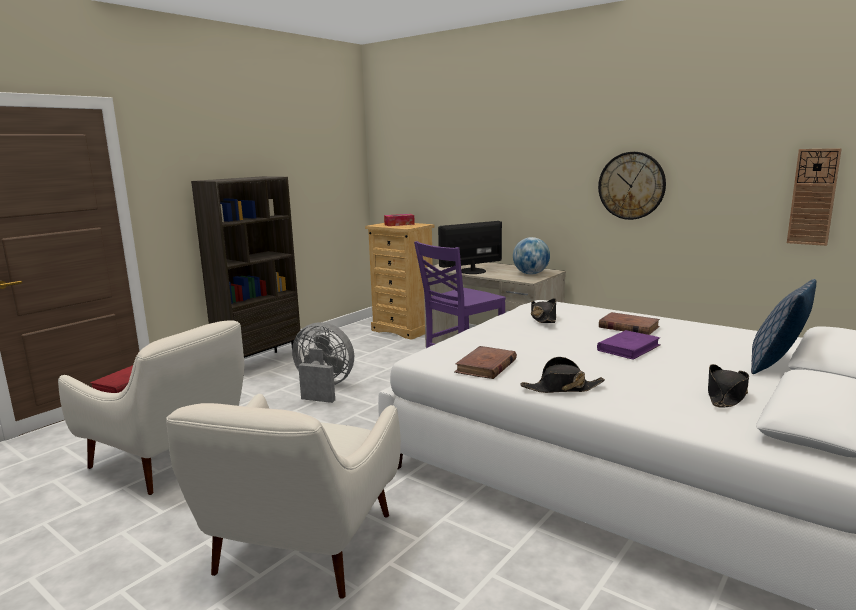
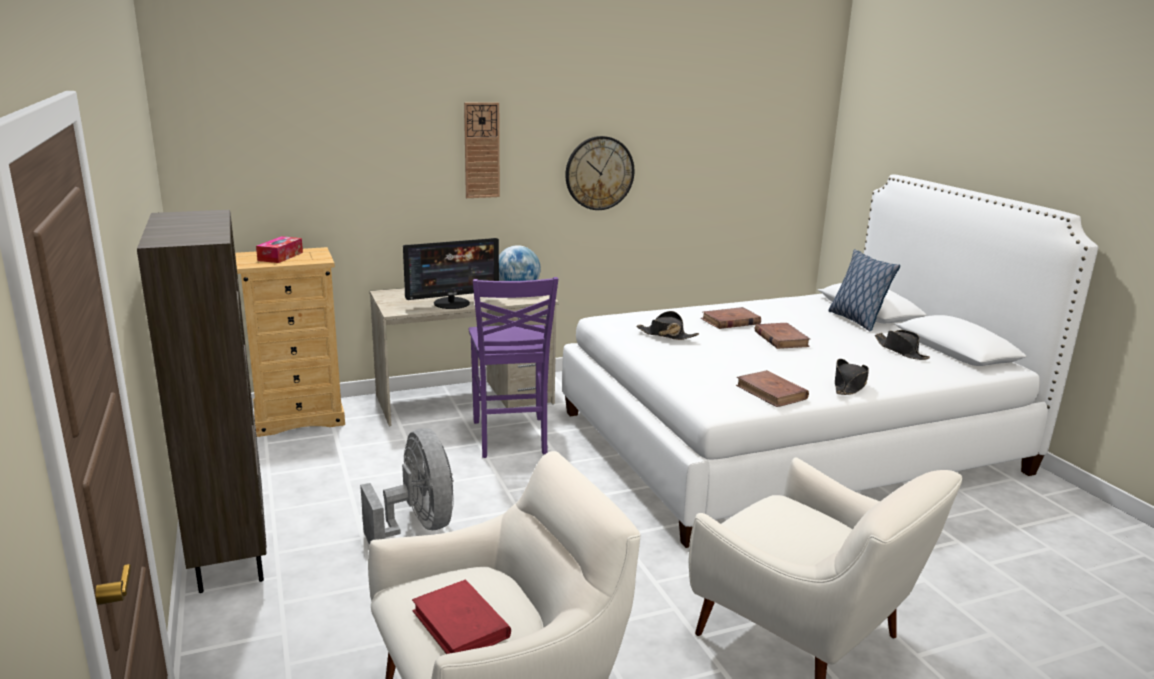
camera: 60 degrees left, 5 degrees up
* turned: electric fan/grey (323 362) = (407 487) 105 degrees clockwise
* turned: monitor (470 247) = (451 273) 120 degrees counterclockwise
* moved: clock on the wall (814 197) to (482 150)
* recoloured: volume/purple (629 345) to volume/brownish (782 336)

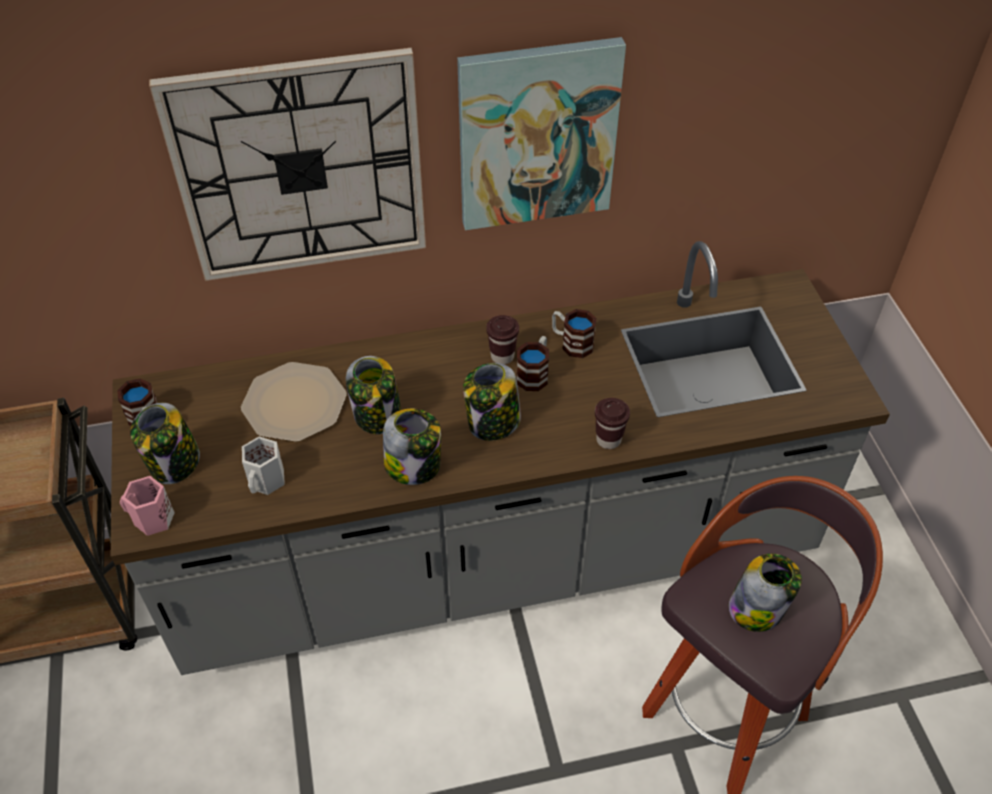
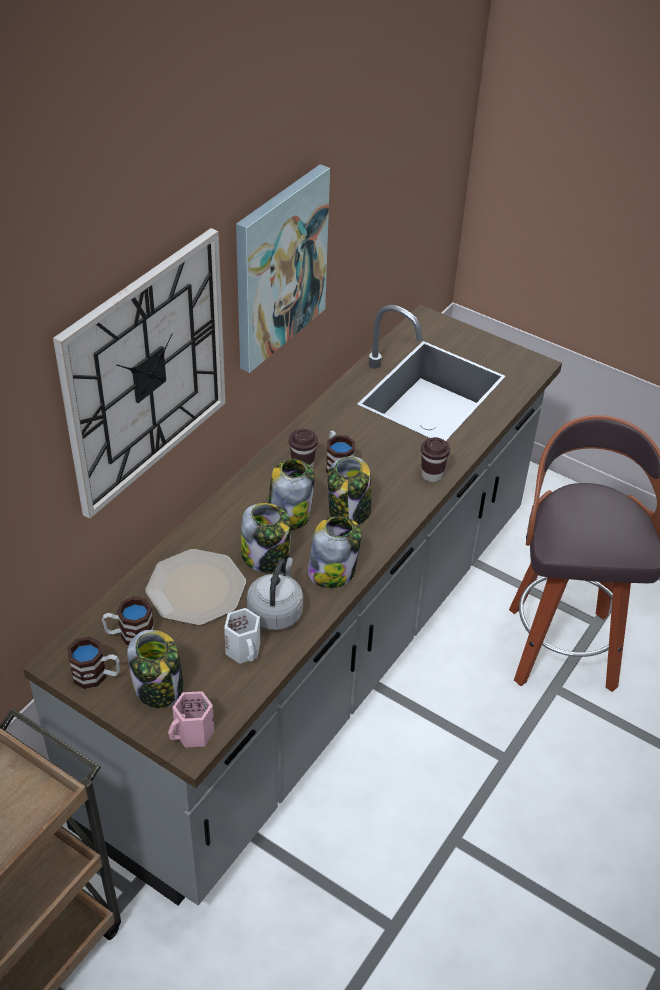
camera: 45 degrees left, 5 degrees down
* moved: mug (574 333) to (128 620)
* added: kettle/grey (275 593)
* moved: preserve jar (765 593) to (291 494)

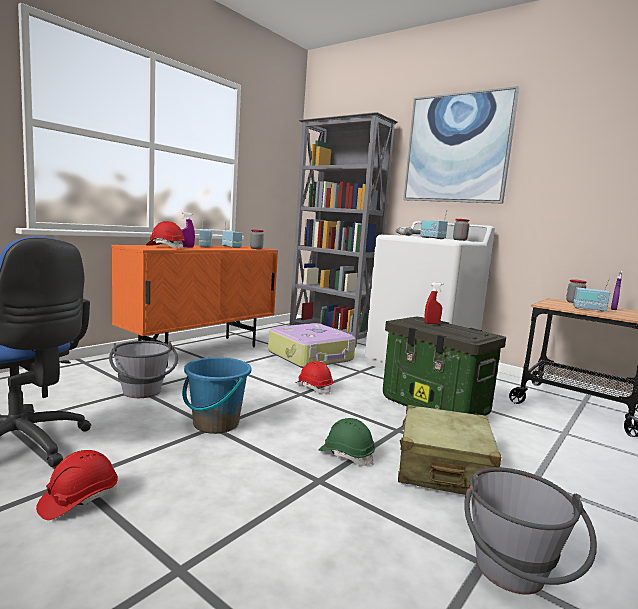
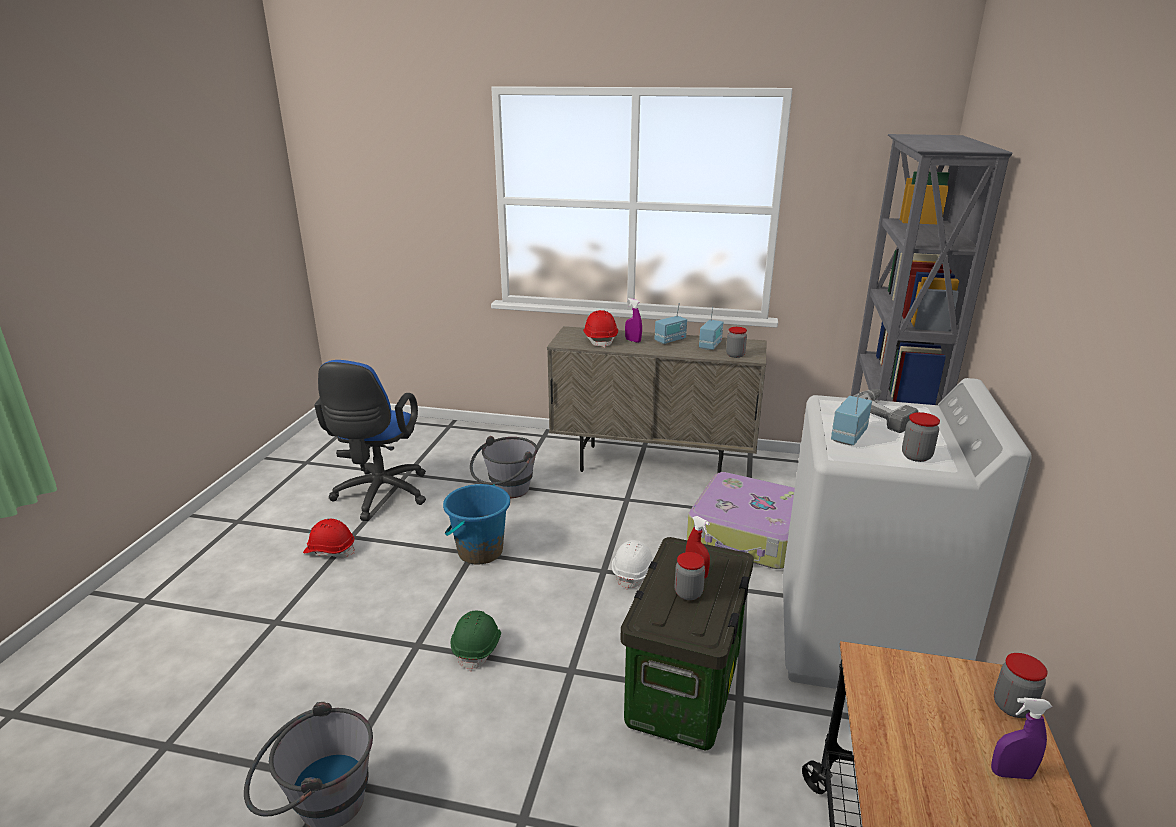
camera: 65 degrees right, 15 degrees up
* recoloured: cupboard/orange-coloured (194 306) to cupboard/beige (656 399)
* recoloured: safety helmet/red-coloured (314 377) to safety helmet/white (632 565)
* added: preserve jar (690 576)
* removed: travel case/beige (449 450)
* removed: picture (461 145)
* removed: radio receiver (591 295)

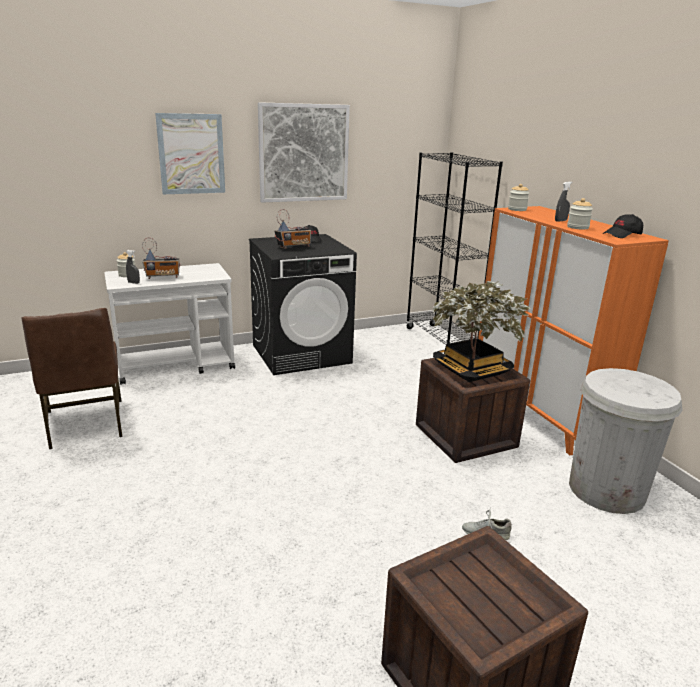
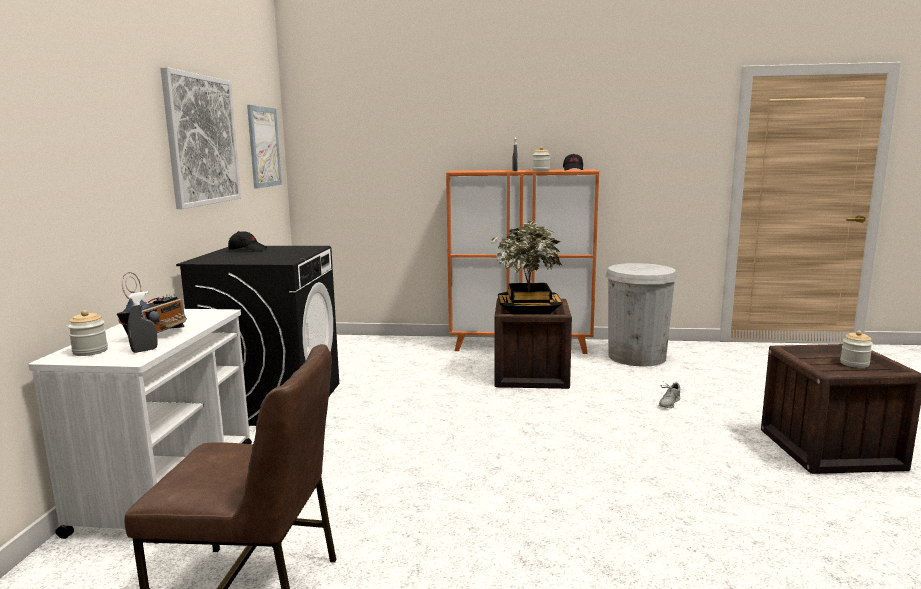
camera: 60 degrees left, 10 degrees down
* moved: picture (190 153) to (264 147)
* moved: preserve jar (518 197) to (856 349)
* removed: radio receiver (292 229)
* removed: bookshelf/black (454 248)

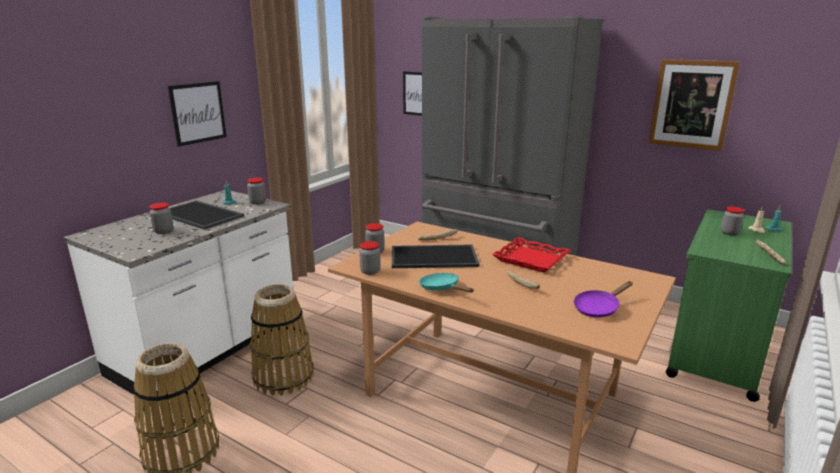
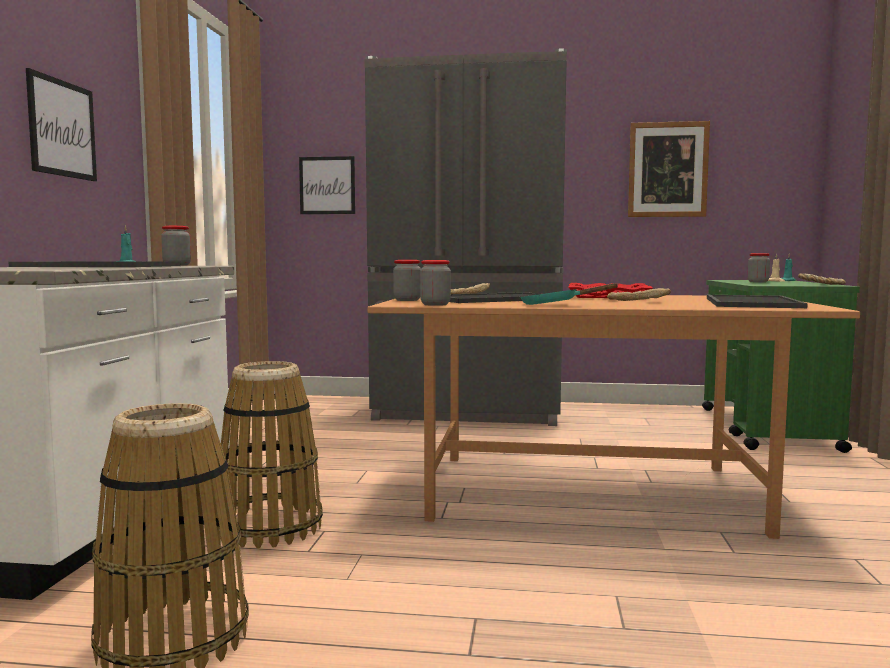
camera: 25 degrees left, 15 degrees down
* replaced: pan/purple (603 299) to tray (757 301)
* removed: preserve jar (161 218)

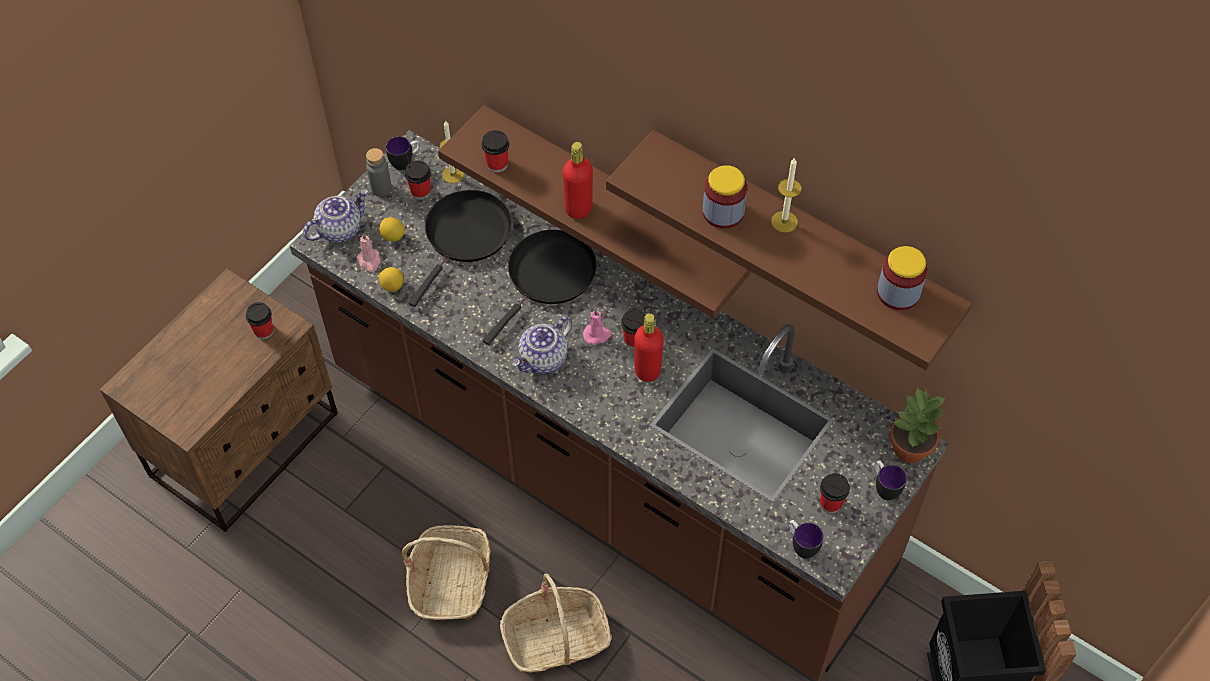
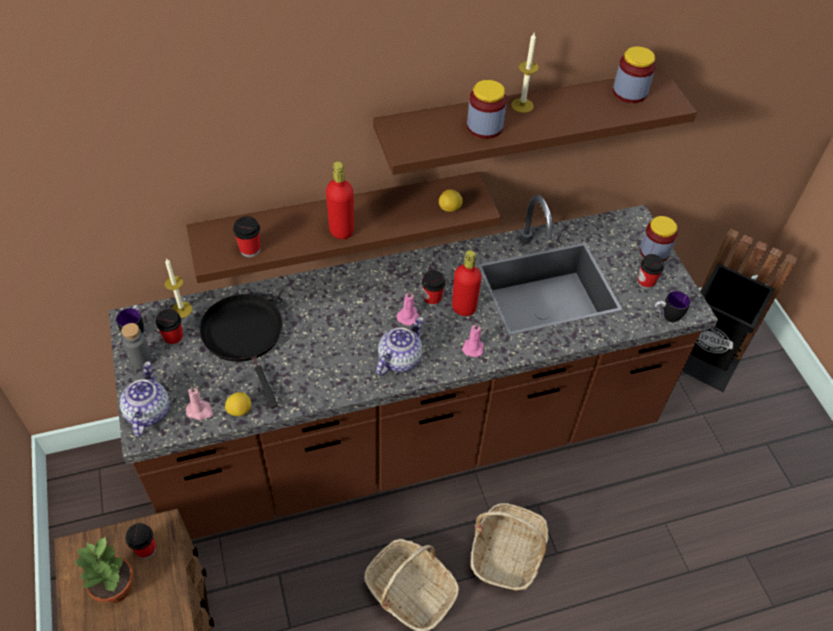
camera: 55 degrees left, 5 degrees down
* moved: potted plant (917 425) to (104 569)
* turned: pot for tea (542 345) = (400 346) 135 degrees counterclockwise
* moved: whole lemon (392 229) to (451 200)
* added: candle/pink-coloured (473 340)
* replaced: mug (891 480) to preserve jar (659 238)
* removed: pan/black (540 287)

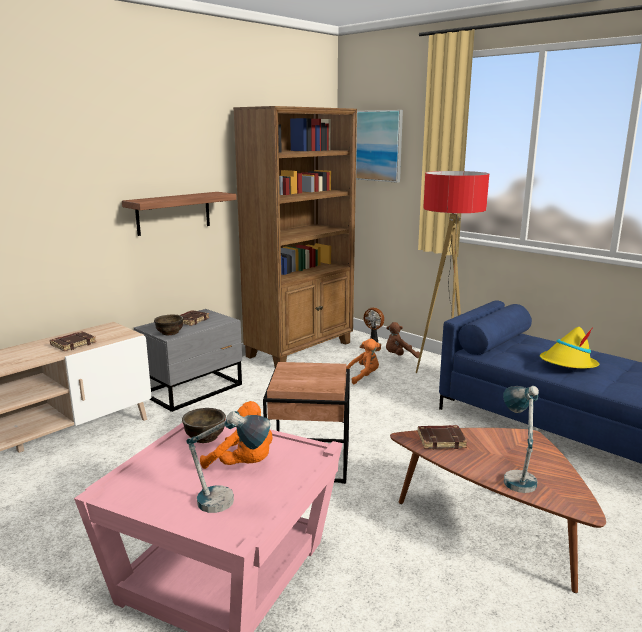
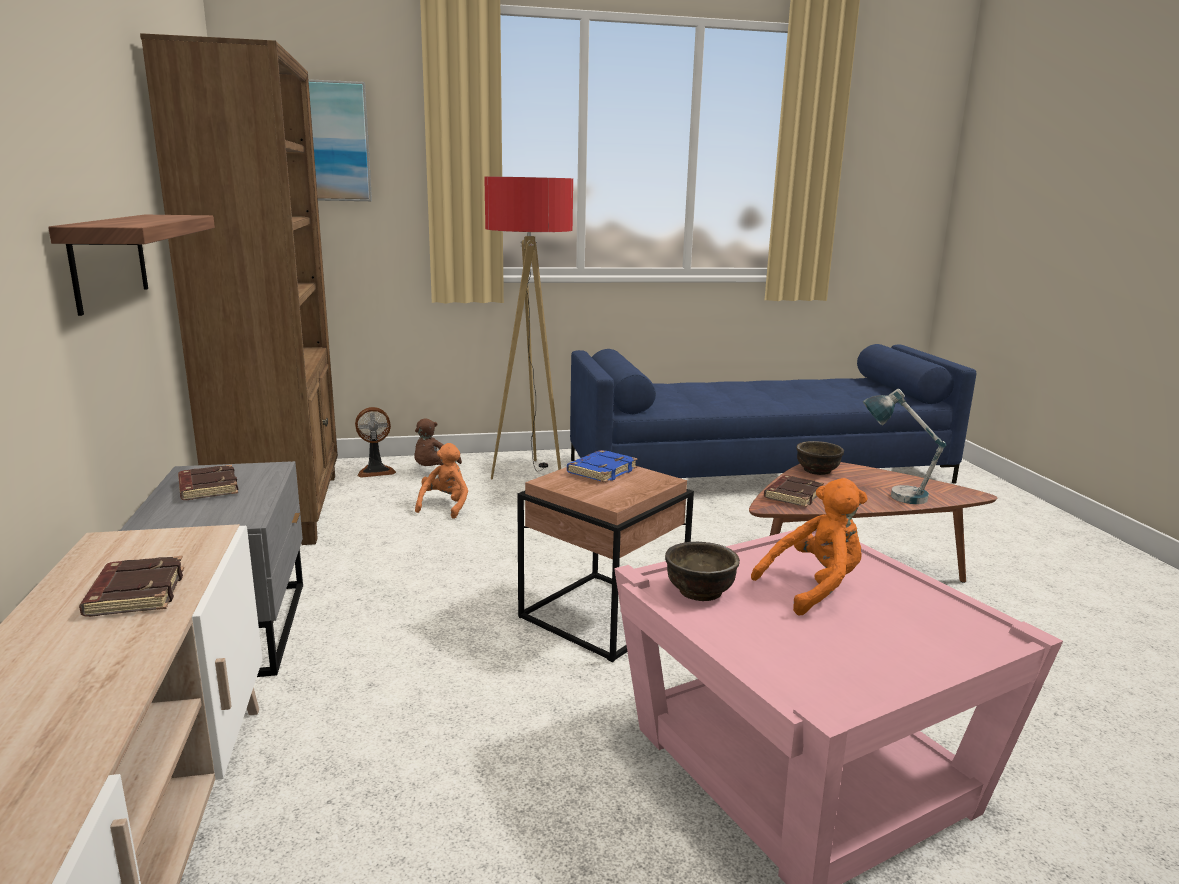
camera: 55 degrees left, 0 degrees up
* added: volume/bluish (602 466)
* moved: serving bowl/brownish (168 325) to (820 458)
* removed: tabletop lamp (228 462)
* removed: clothing hat/yellowish (569 347)

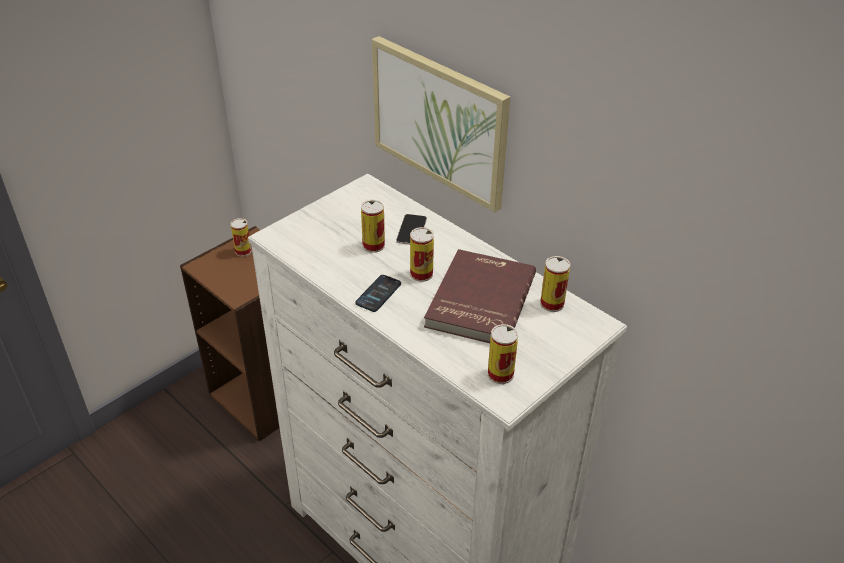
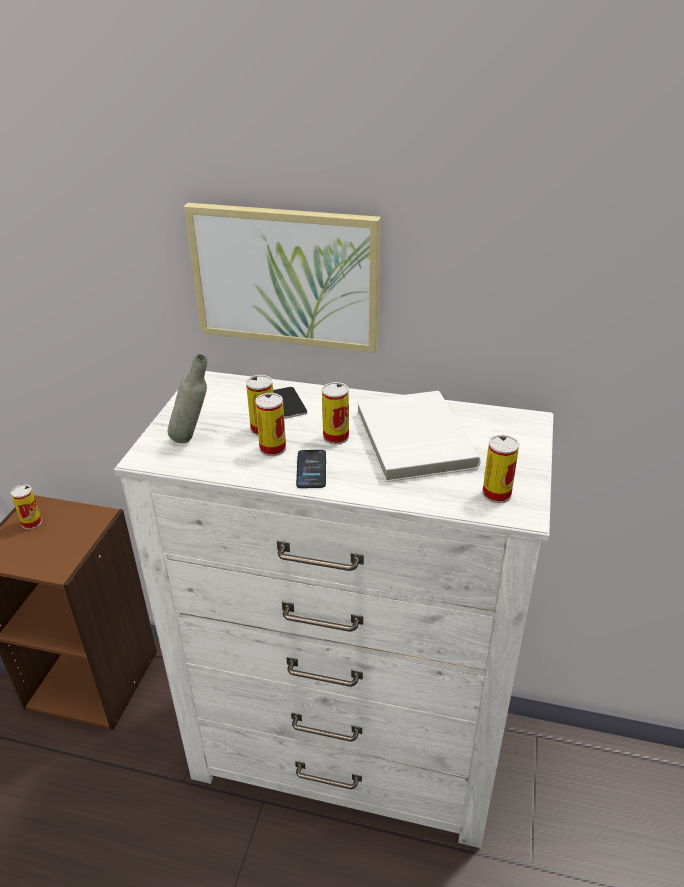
camera: 30 degrees left, 5 degrees down
* added: drink bottle/grey (187 398)
* moved: sealed can (555 284) to (270 424)
* recoloured: volume/red-coloured (480 296) to volume/white (419 436)

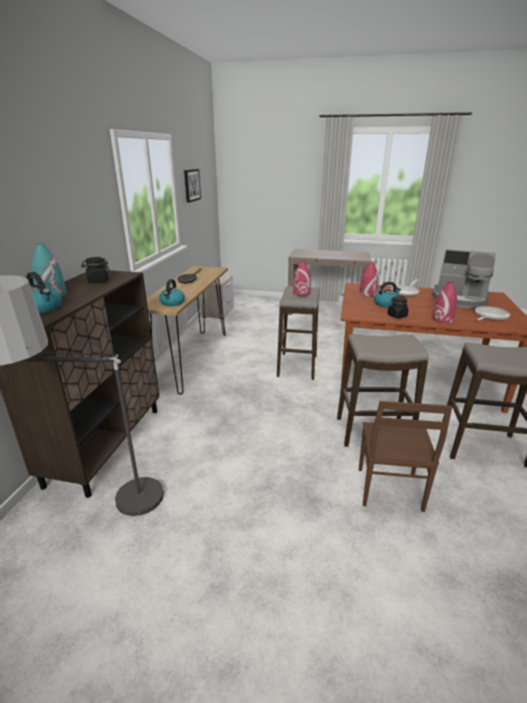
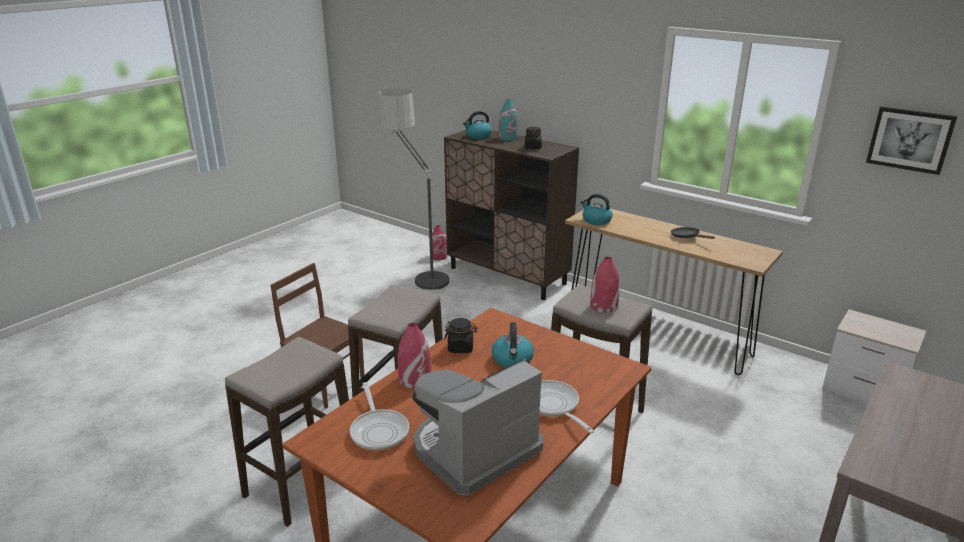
camera: 115 degrees right, 0 degrees up
* moved: vase/red-coloured (368 279) to (439 242)

